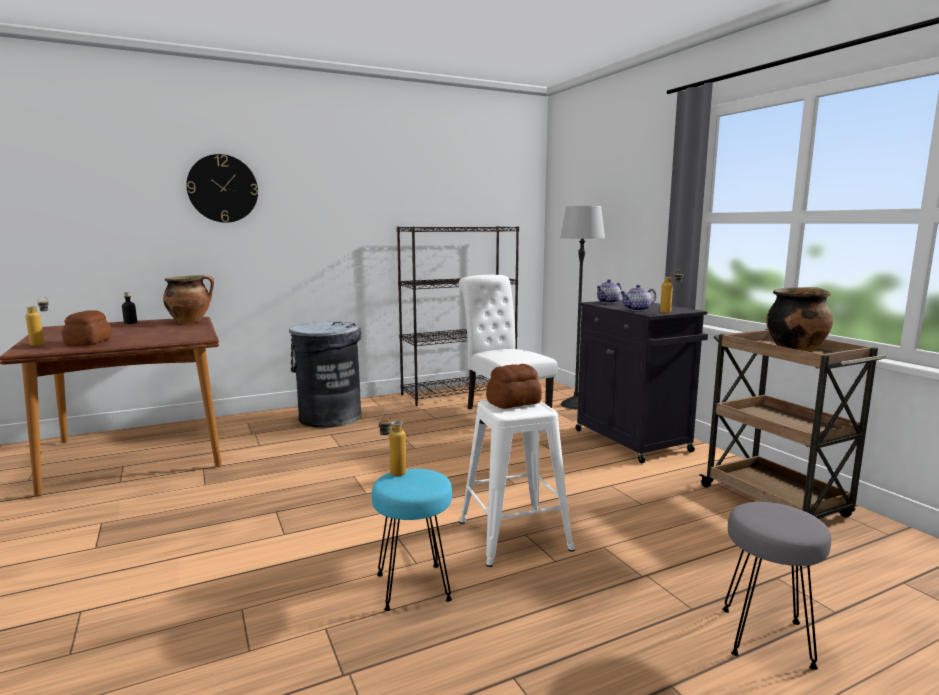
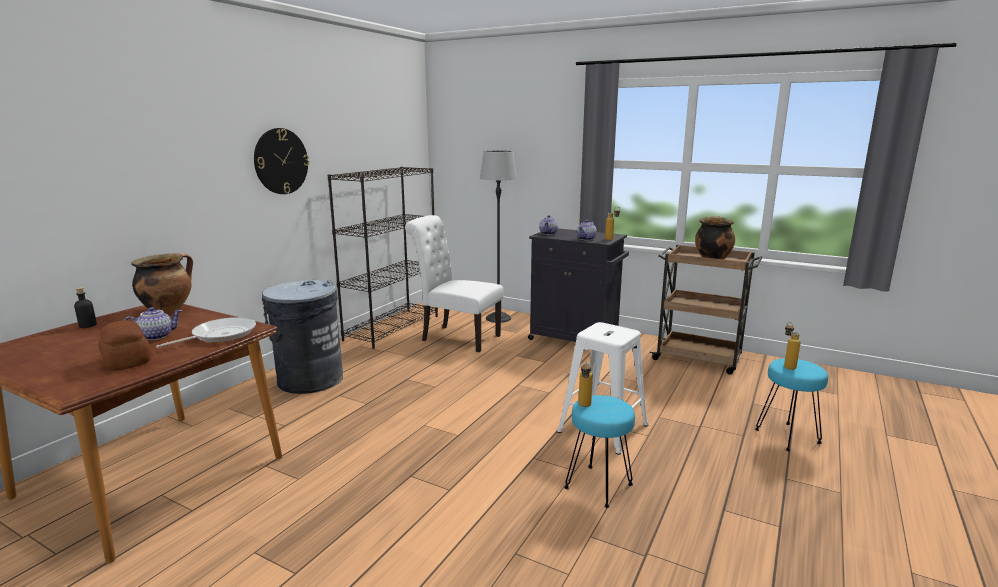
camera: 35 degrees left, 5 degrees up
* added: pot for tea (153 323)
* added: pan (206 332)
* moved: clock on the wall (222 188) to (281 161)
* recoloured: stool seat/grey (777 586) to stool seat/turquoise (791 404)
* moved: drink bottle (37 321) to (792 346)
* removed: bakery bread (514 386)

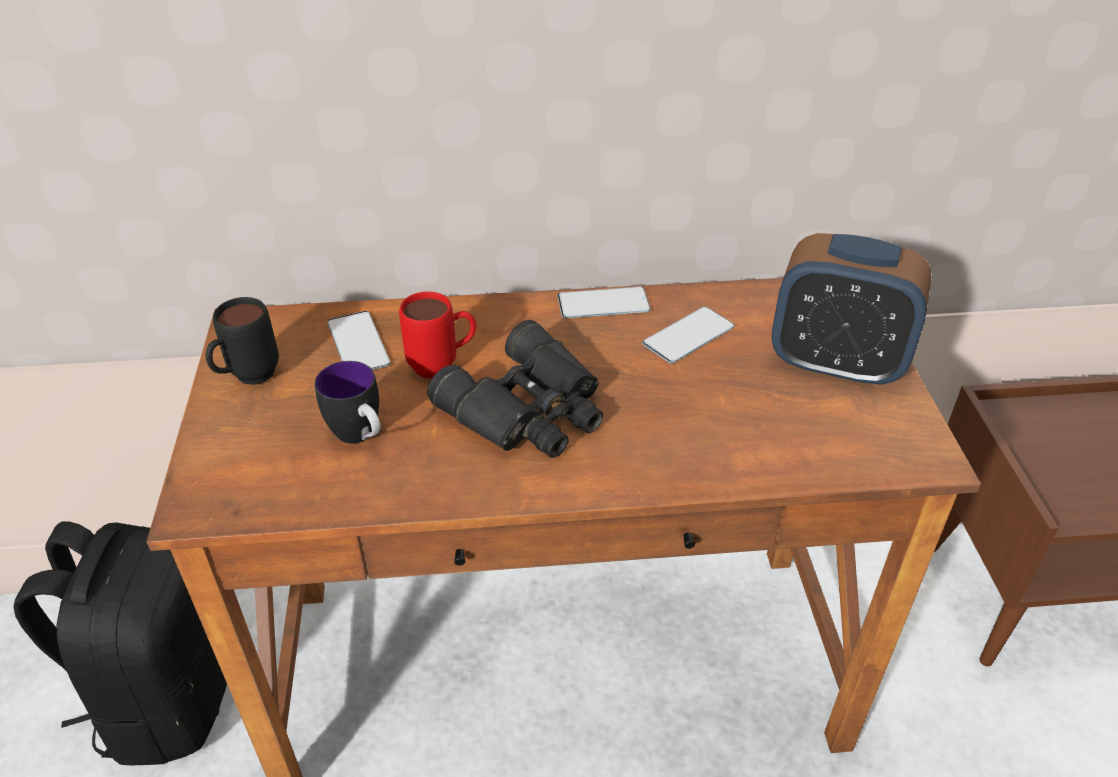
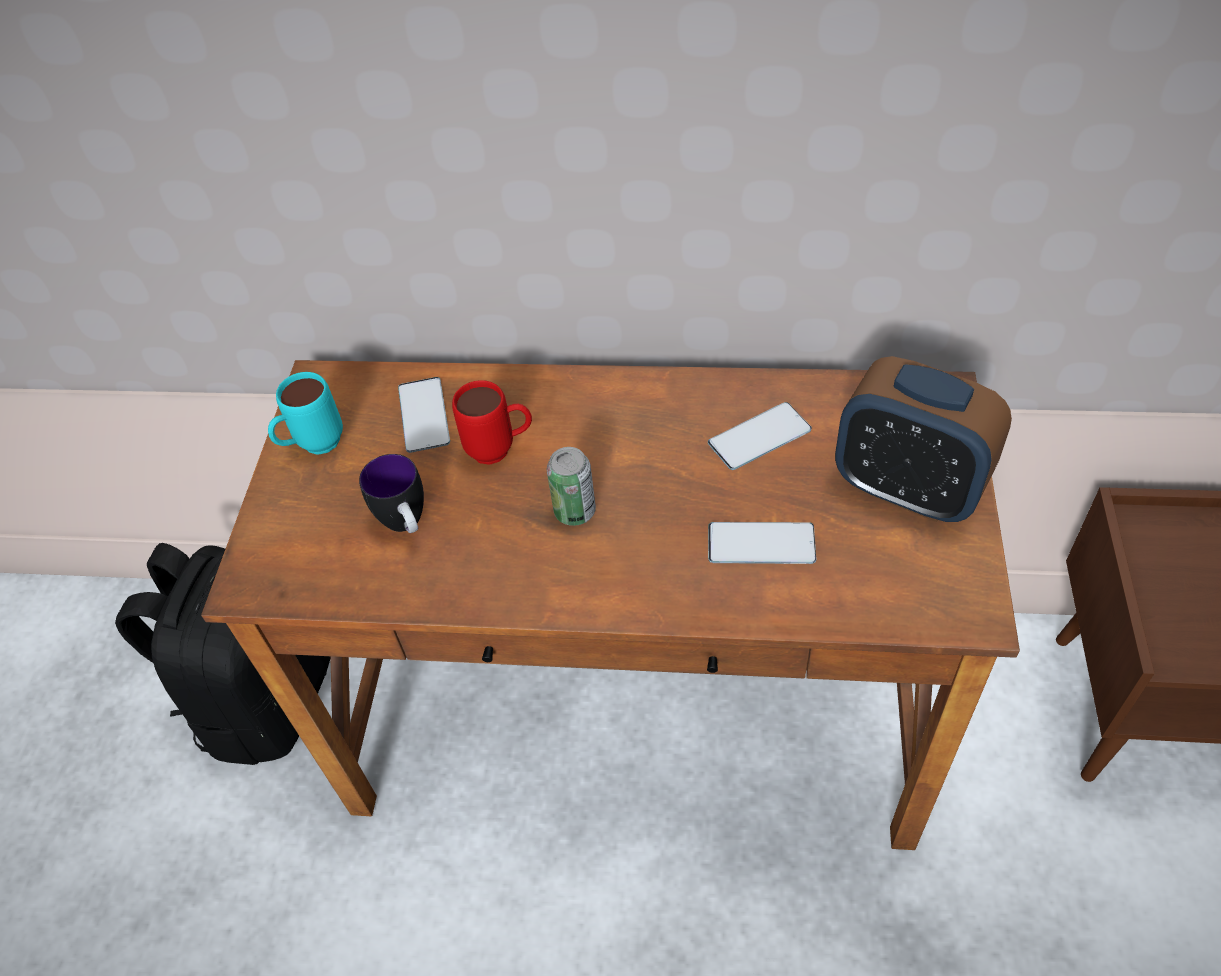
camera: 15 degrees right, 10 degrees up
* recoloured: mug/black (242 341) to mug/turquoise (305 413)
* replaced: pair of binoculars/black (515 389) to sealed can (571 486)
* moved: phone (604 302) to (762 543)

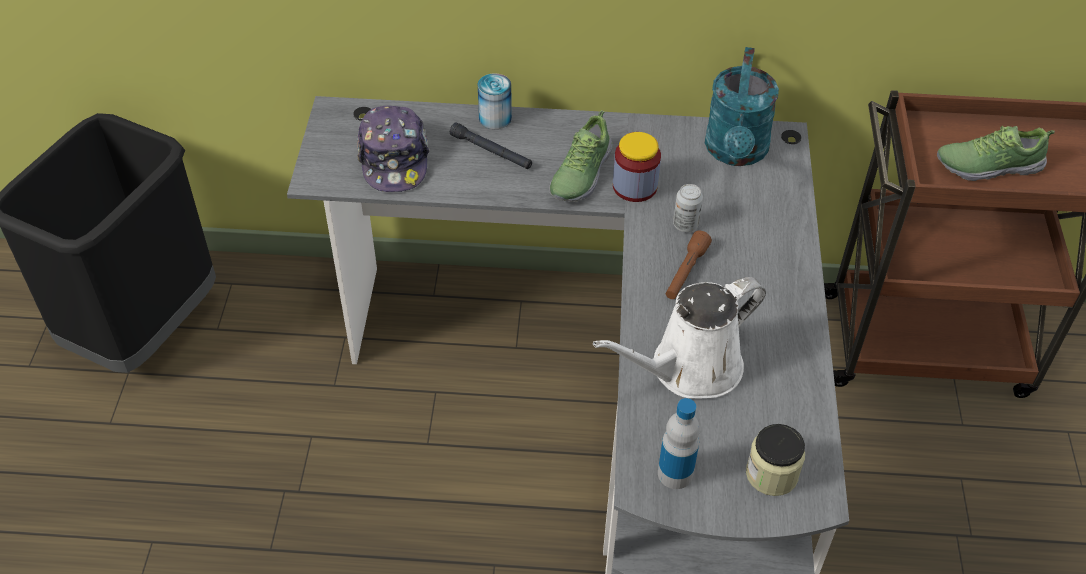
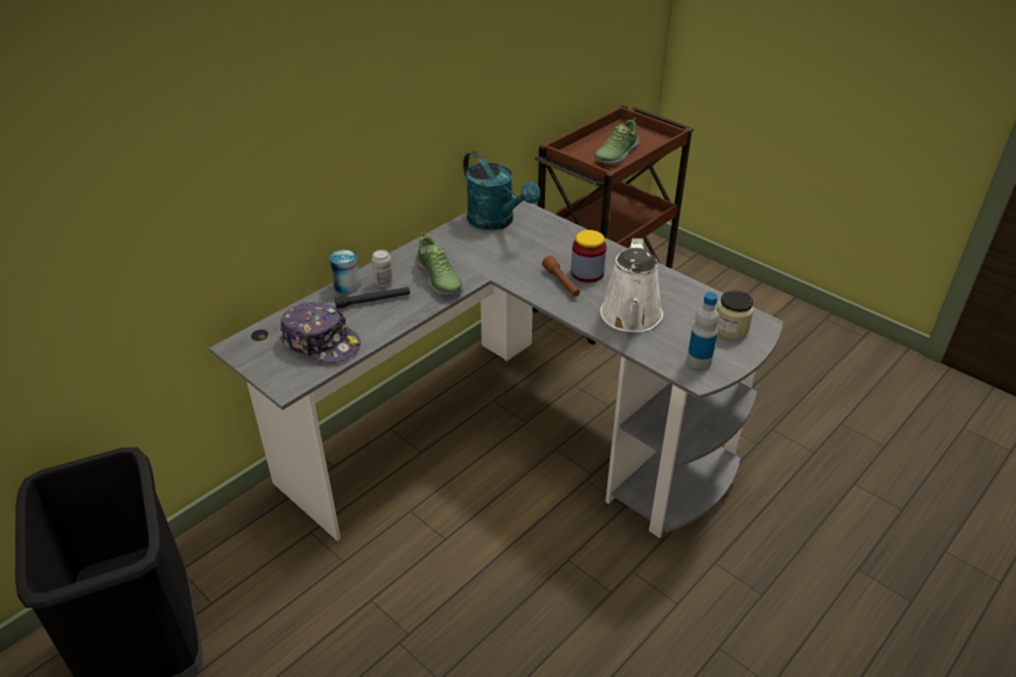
camera: 50 degrees left, 10 degrees down
* moved: sealed can (688 208) to (382 268)
* moved: preserve jar (637 167) to (588 256)

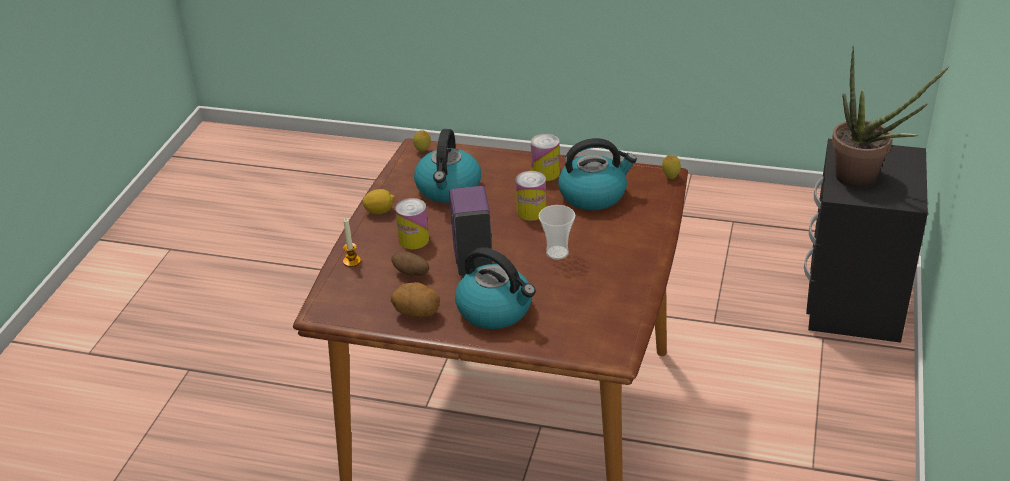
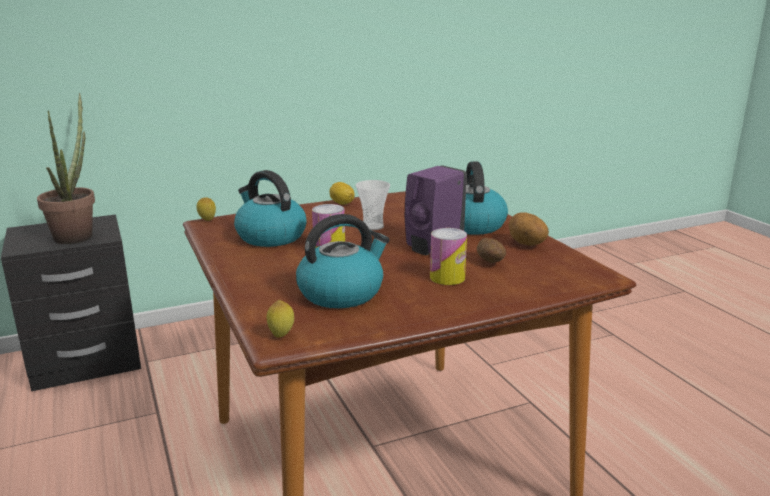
camera: 130 degrees left, 15 degrees down
* moved: whole lemon (378 201) to (342 193)
* removed: candle (352 242)
* removed: sealed can (545 157)

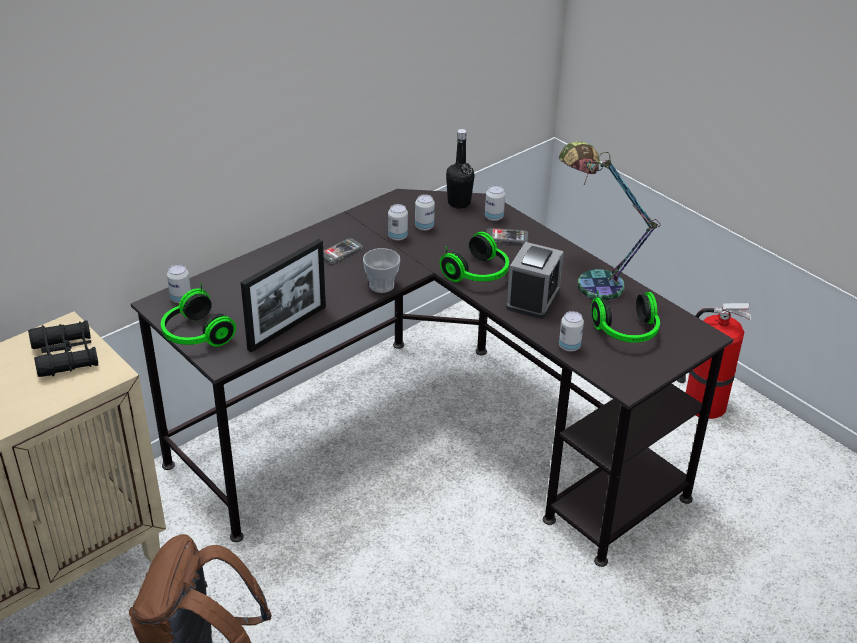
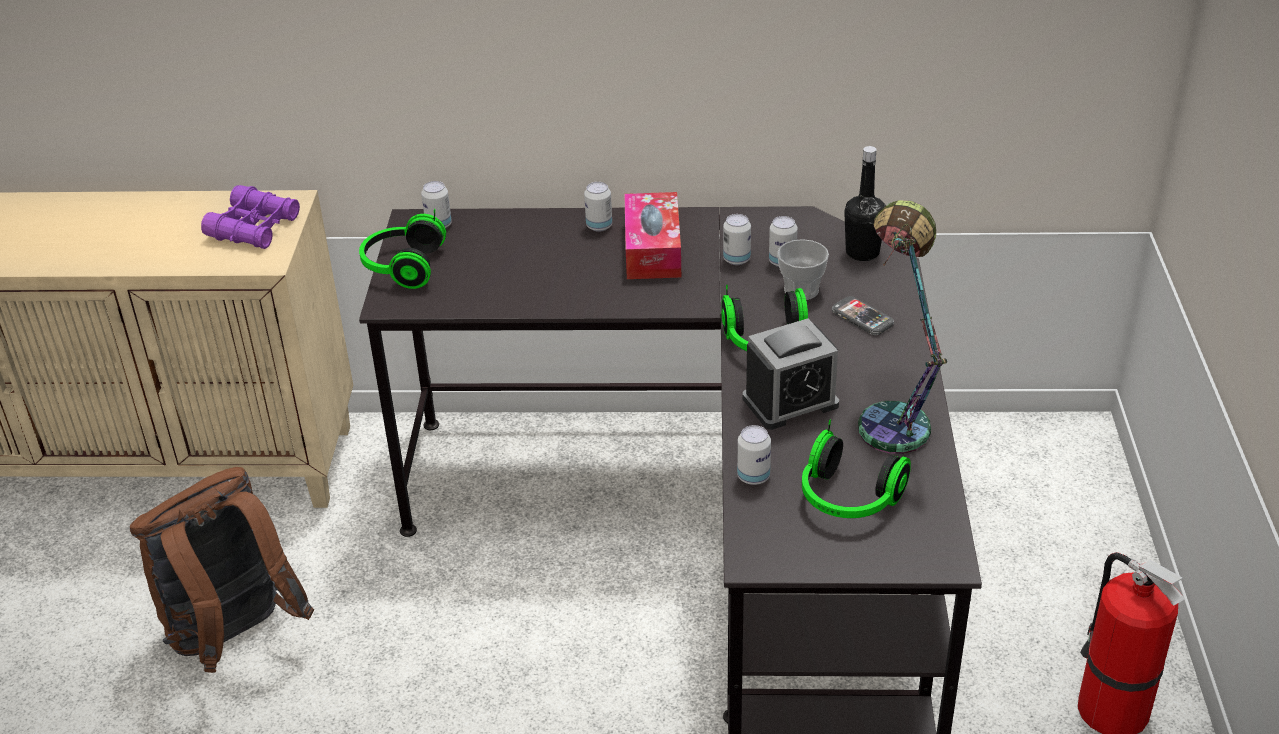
camera: 45 degrees right, 0 degrees up
* recoloured: pair of binoculars/black (63 348) to pair of binoculars/purple (250 217)
* moved: sealed can (495 203) to (598 207)
* replaced: phone (343 251) to tissue holder (652 235)
* moved: small cup (381 270) to (803 269)
* removed: standing frame (283 296)

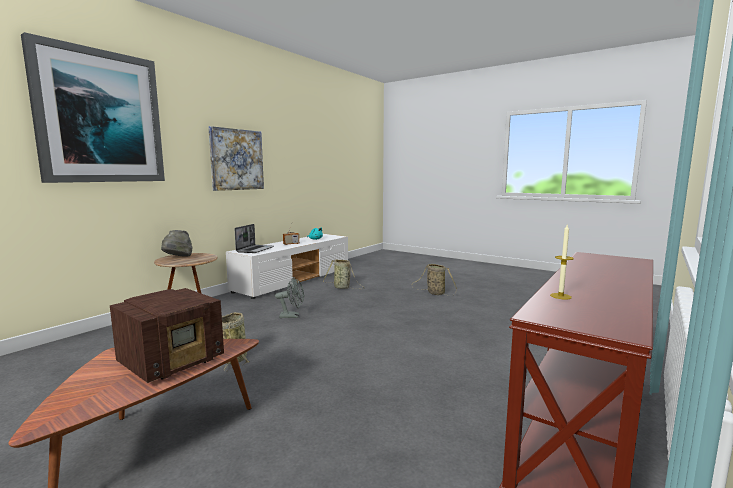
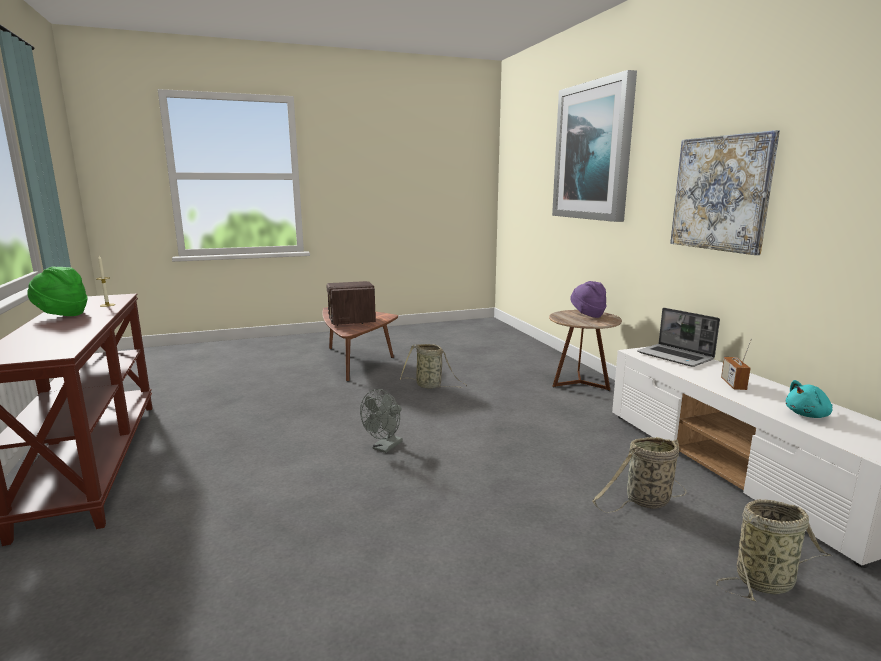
camera: 125 degrees right, 5 degrees up
* added: clothing hat/greenish (57 291)
* moved: electric fan/grey (289 297) to (381 421)
* recoloured: clothing hat/grey (177 243) to clothing hat/purple (588 299)
* moved: basket (434 280) to (774 550)

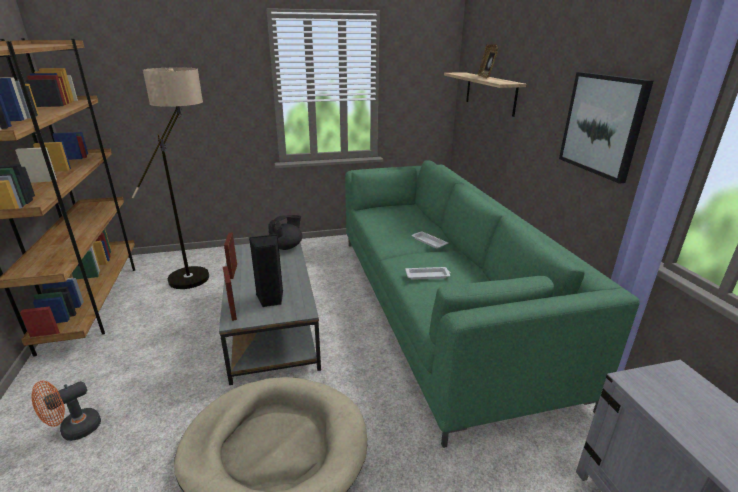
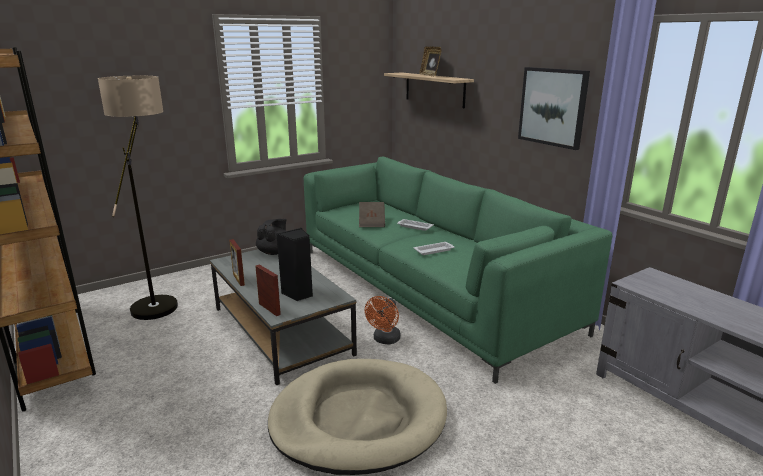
camera: 20 degrees left, 5 degrees down
* added: volume/brownish (372 214)
* moved: electric fan/orange-coloured (66 411) to (383 320)

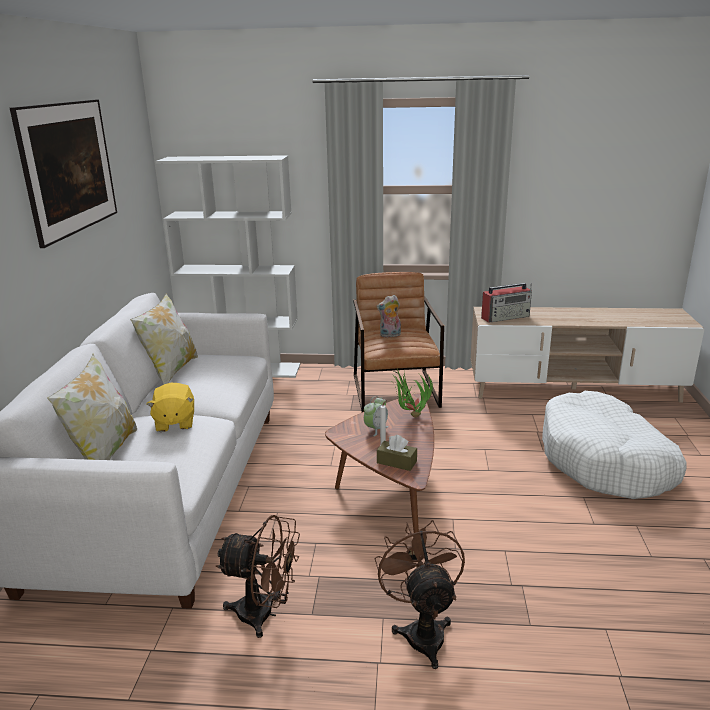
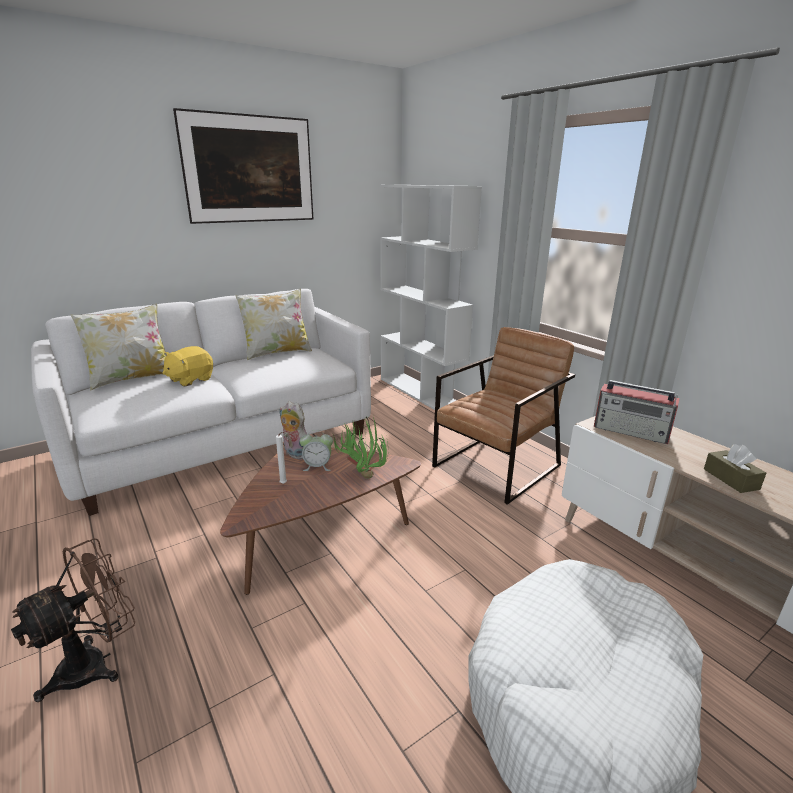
camera: 50 degrees right, 0 degrees up
* moved: soft toy (388 316) to (293 430)
* moved: tissue holder/brownish (397 453) to (735 468)
* removed: electric fan/brownish (258 576)

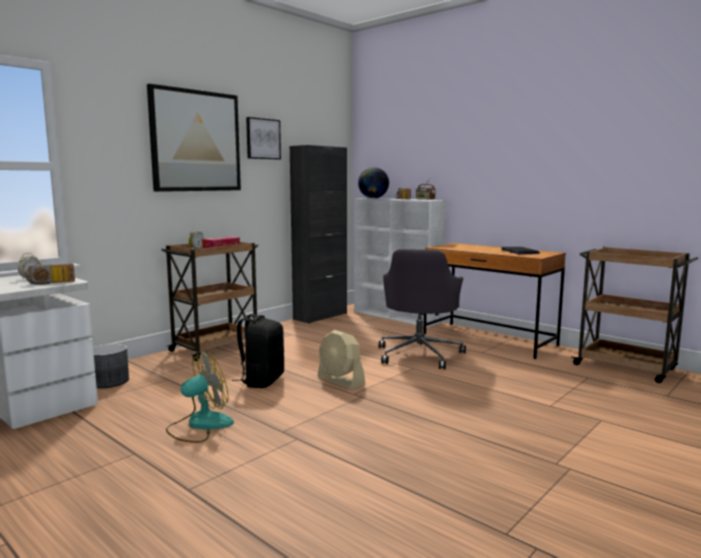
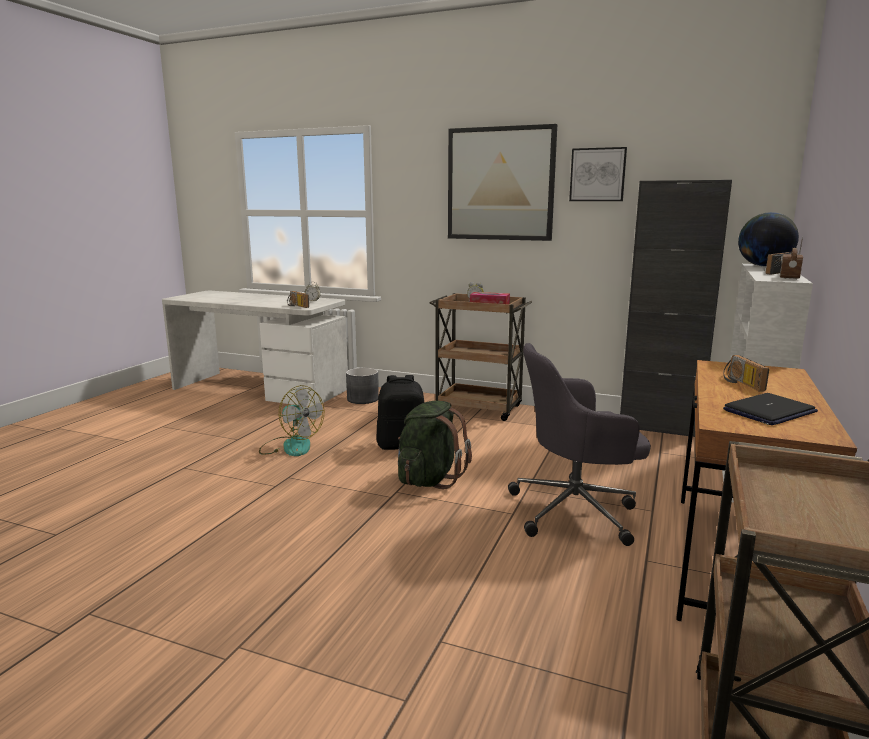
camera: 70 degrees right, 5 degrees up
* replaced: electric fan/beige (342 360) to backpack/greenish (435 445)
* added: radio receiver (746 373)

